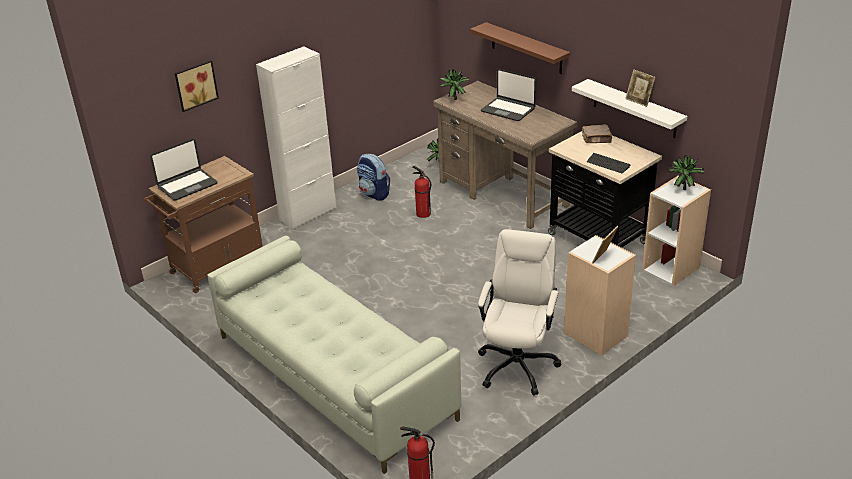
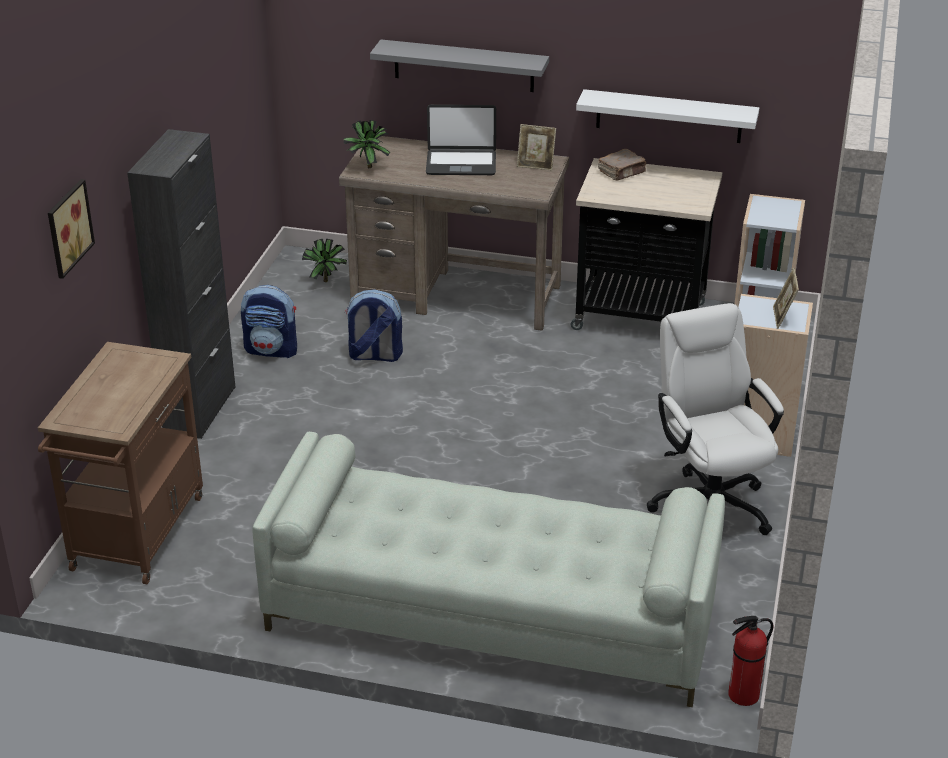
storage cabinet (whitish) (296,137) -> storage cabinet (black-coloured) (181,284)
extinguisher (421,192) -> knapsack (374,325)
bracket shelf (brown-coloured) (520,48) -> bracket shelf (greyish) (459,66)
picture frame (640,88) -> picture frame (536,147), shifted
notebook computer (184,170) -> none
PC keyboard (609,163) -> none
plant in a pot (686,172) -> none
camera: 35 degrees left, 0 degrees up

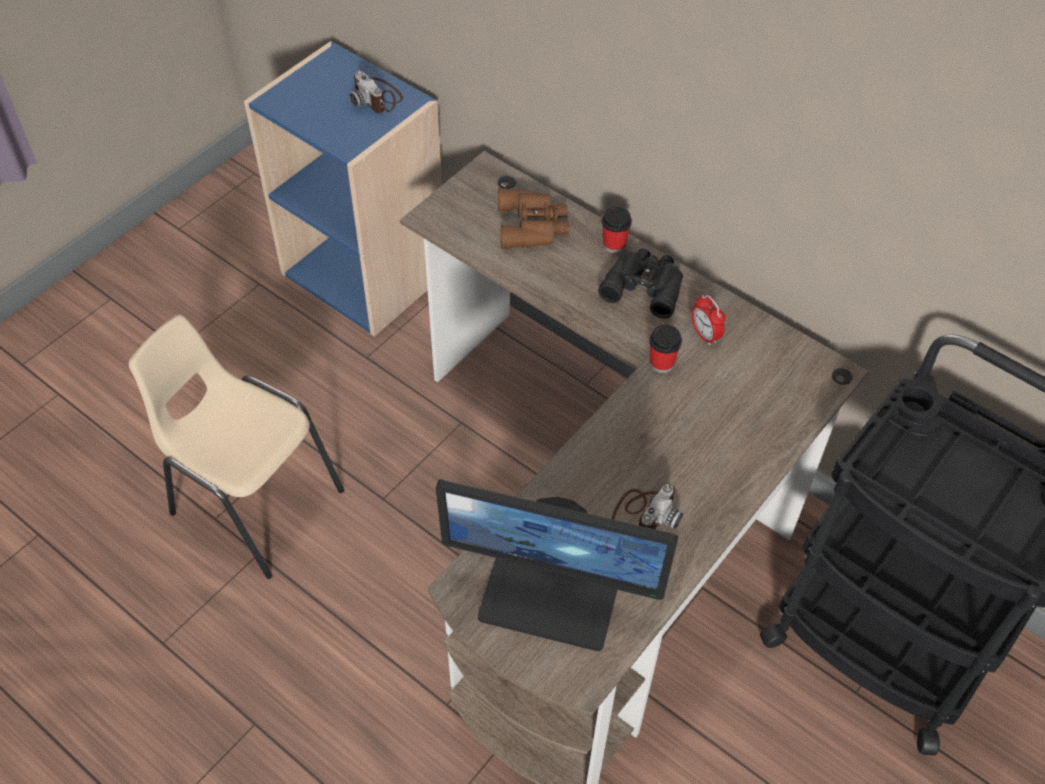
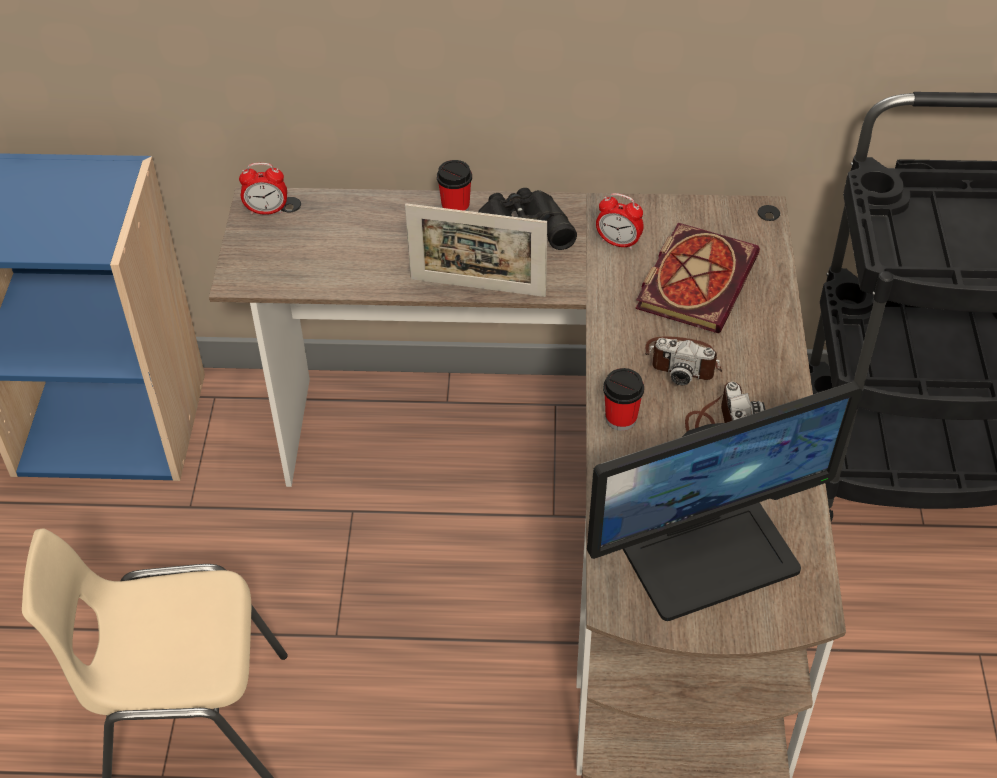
none -> table clock (263,189)
none -> picture frame (476,250)
small cup (665,349) -> small cup (623,399), shifted
none -> book (698,278)
still camera (376,92) -> still camera (683,361), shifted
pair of binoculars (brown-coloured) (534,218) -> none
camera: 35 degrees left, 5 degrees down

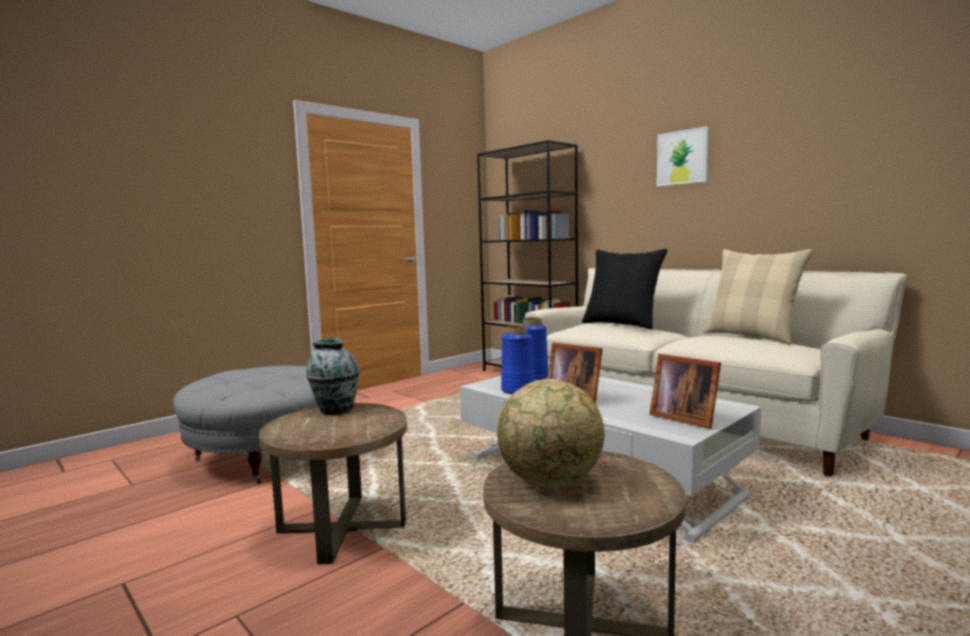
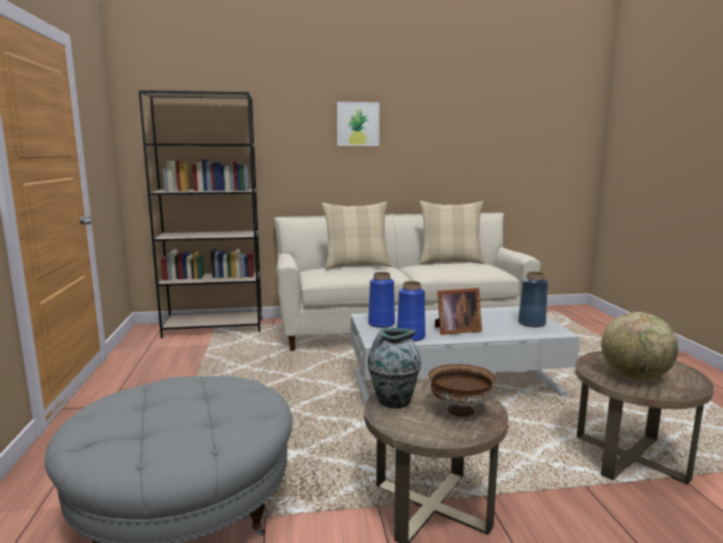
pillow (black-coloured) (625,289) -> pillow (beige) (356,235)
none -> deep dish (brown-coloured) (462,390)
picture frame (685,391) -> vase (blue) (533,299)
camera: 55 degrees left, 5 degrees up

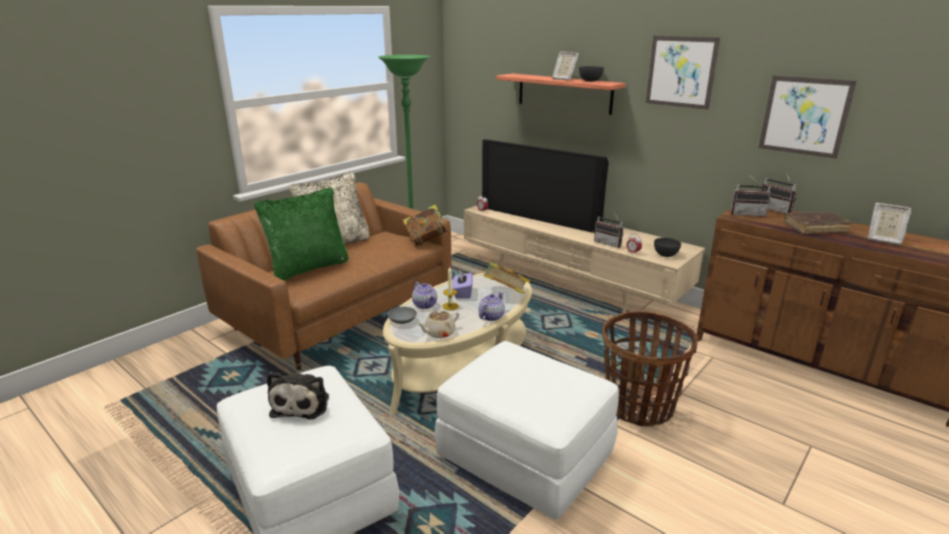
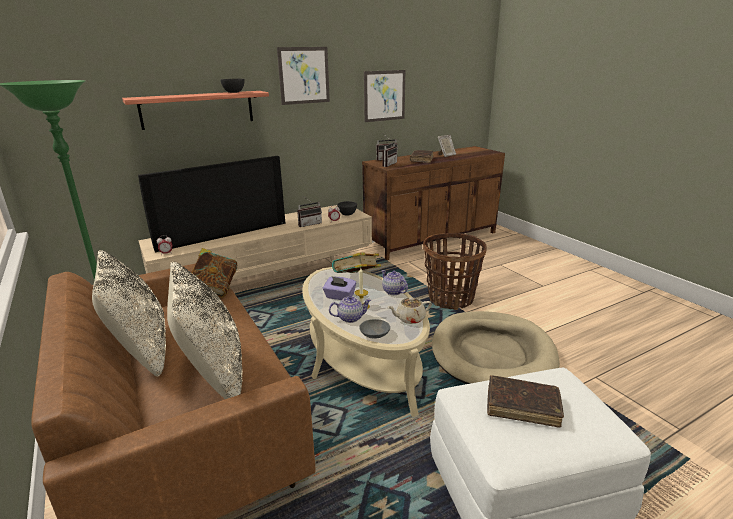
pillow (greenish) (301,234) -> pillow (beige) (205,330)
pot for tea (beige) (438,324) -> pot for tea (beige) (410,310), 90 degrees clockwise
ottoman (whitish) (526,430) -> pet bed (beige) (496,347)
plush toy (298,396) -> book (brown-coloured) (525,401)
picture frame (565,66) -> none
camera: 70 degrees left, 0 degrees up

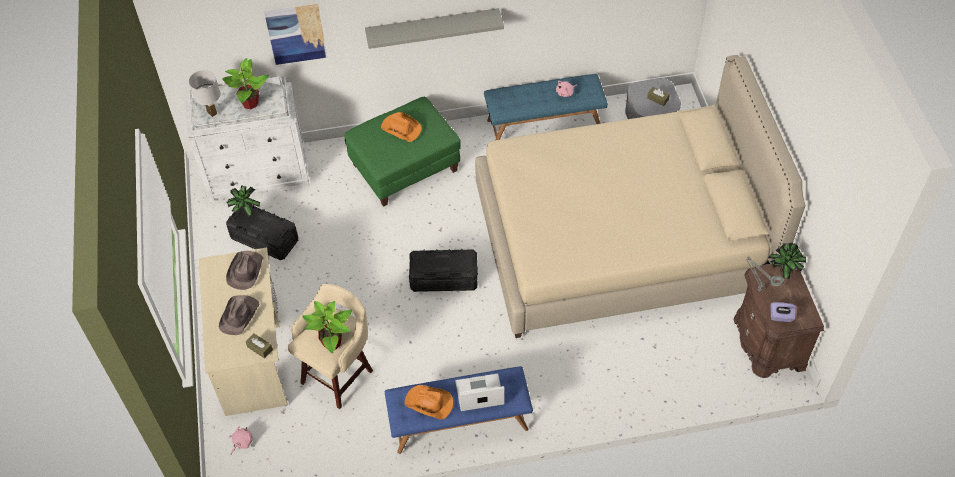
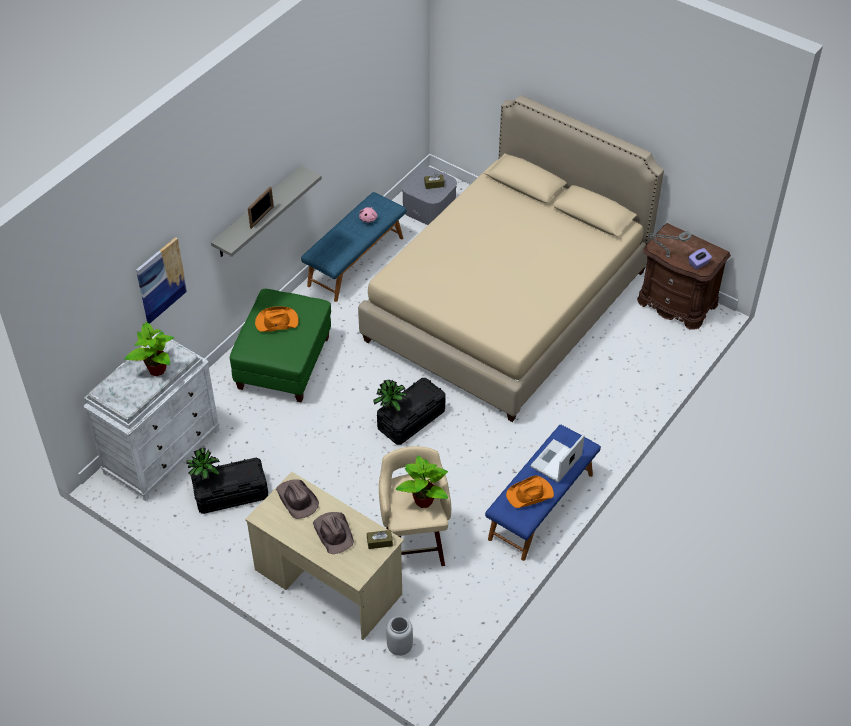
none -> picture frame (261,207)
plant in a pot (787,261) -> plant in a pot (390,396), shifted
plush toy (pink-coloured) (242,440) -> vase (greyish) (399,636)
table lamp (whitish) (204,93) -> none
camera: 45 degrees left, 5 degrees down

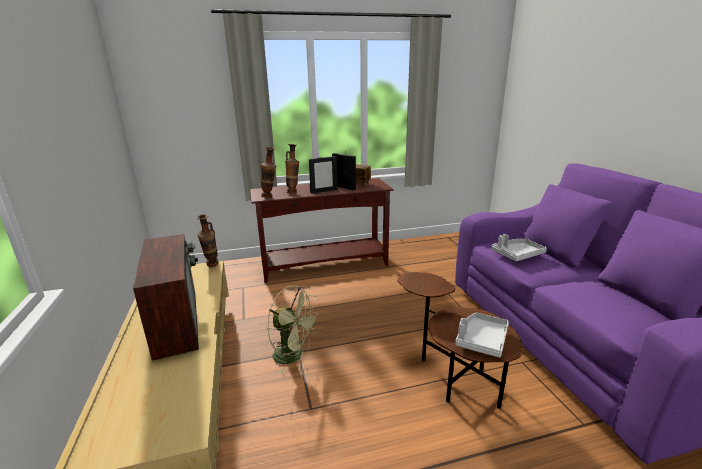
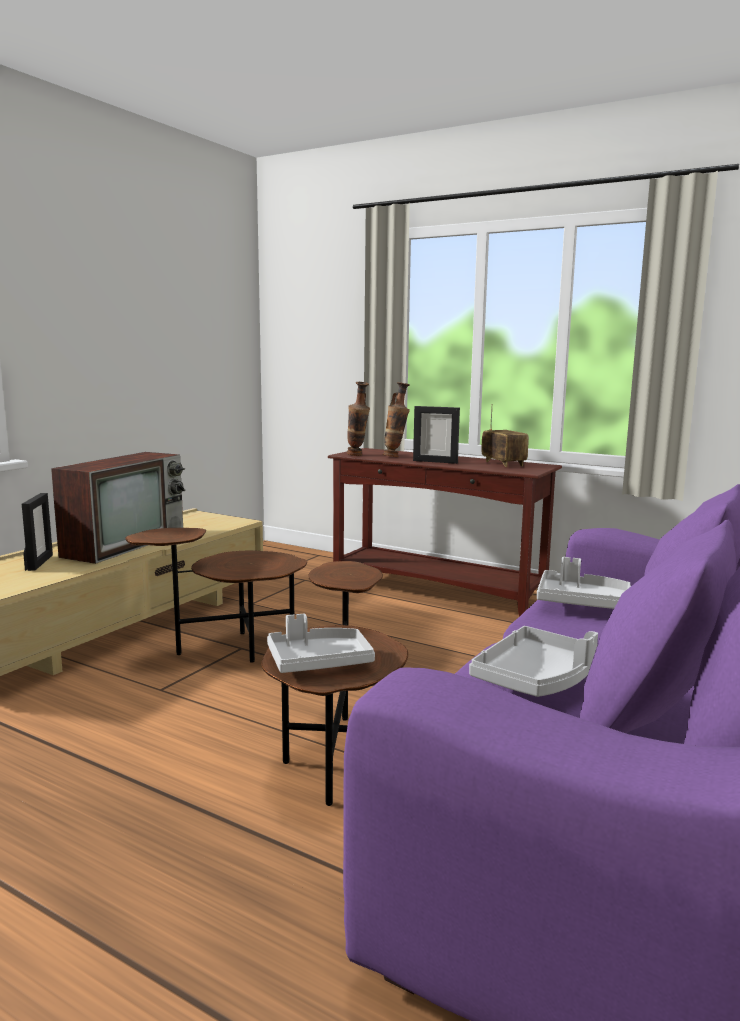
picture frame (344,171) -> picture frame (37,532), shifted
cooling fan (greenish) (293,329) -> accent table (brown-coloured) (216,595)
none -> tray (greyish) (533,661)
vase (208,240) -> none
camera: 45 degrees right, 10 degrees down

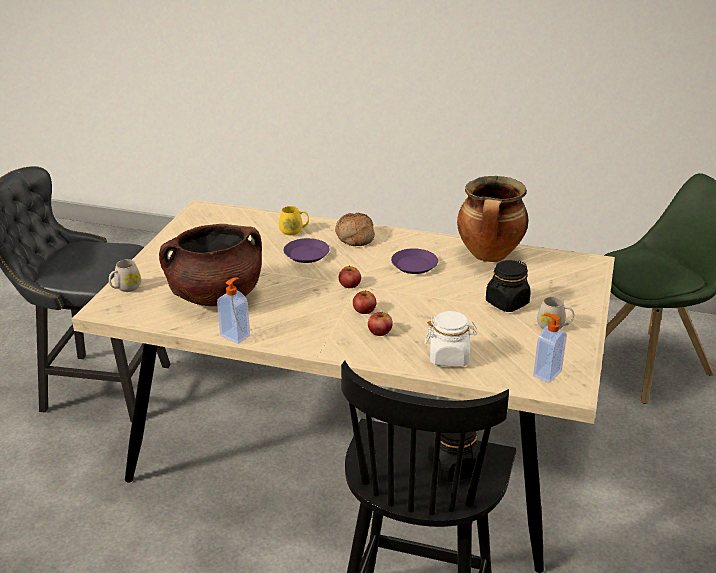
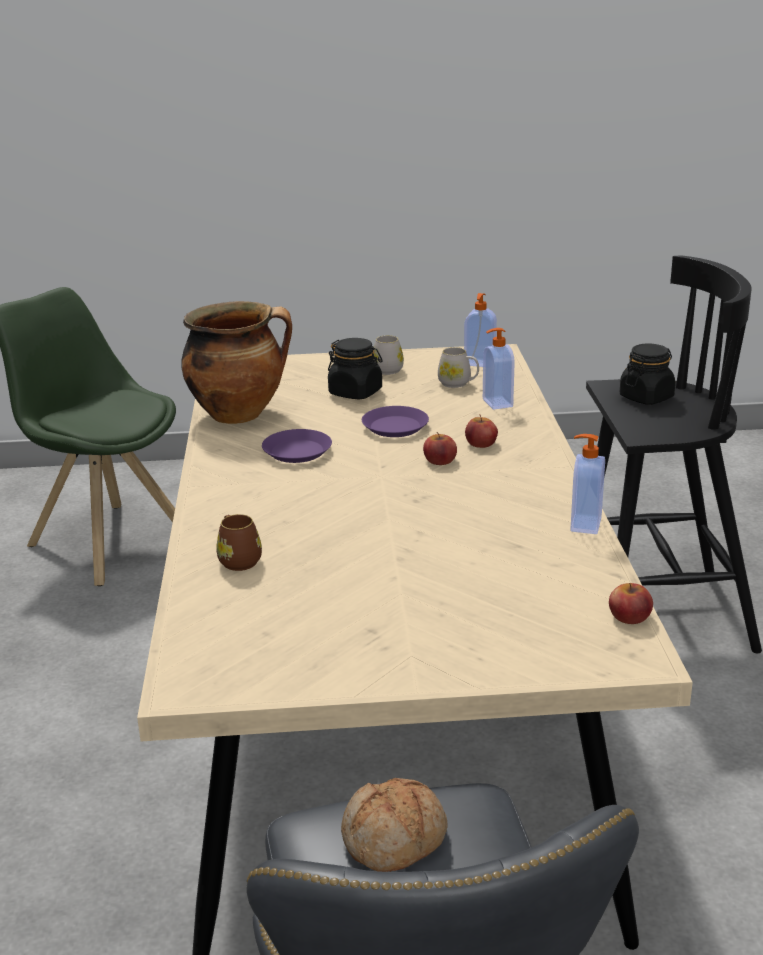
tea mug (yellowish) (294,221) -> tea mug (brown-coloured) (239,542)
bakery bread (355,229) -> bakery bread (394,825), shifted
flat dish (purplish) (307,250) -> flat dish (purplish) (395,421), shifted
tea mug (whitish) (125,275) -> tea mug (whitish) (458,367), shifted
storage jar (whitish) (451,339) -> soap dispenser (499,369)
apple fruit (350,276) -> apple fruit (631,603), shifted
stockpot (brown-coloured) (210,265) -> none
camera: 110 degrees left, 5 degrees down

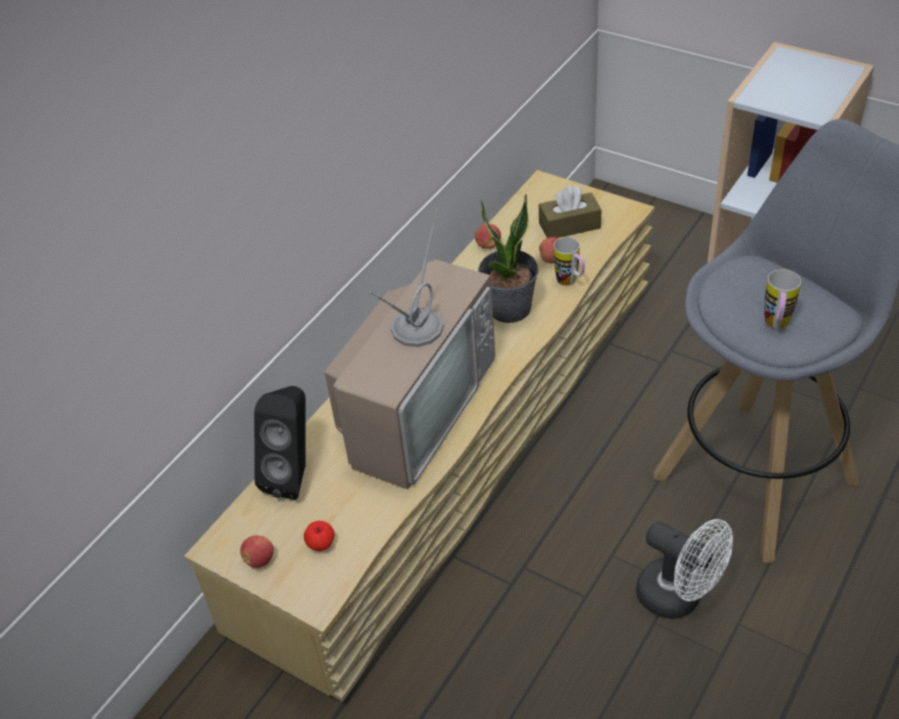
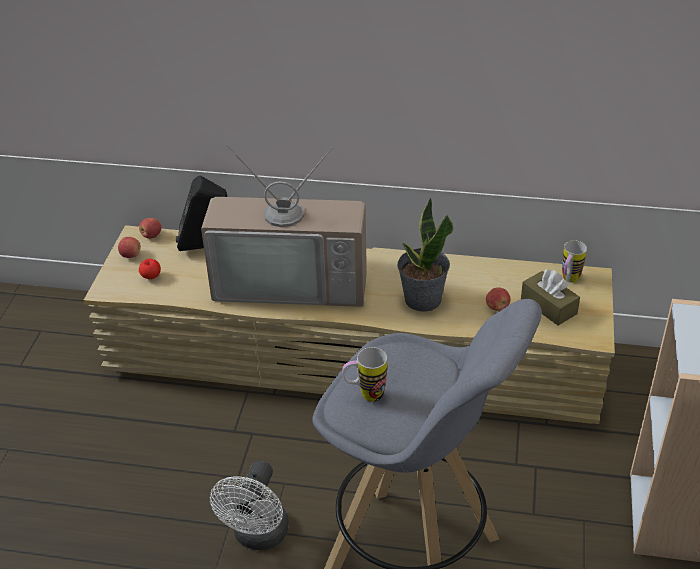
apple fruit (488,236) -> apple fruit (150,228), shifted
tea mug (569,261) -> tea mug (574,261), shifted
camera: 65 degrees right, 5 degrees down

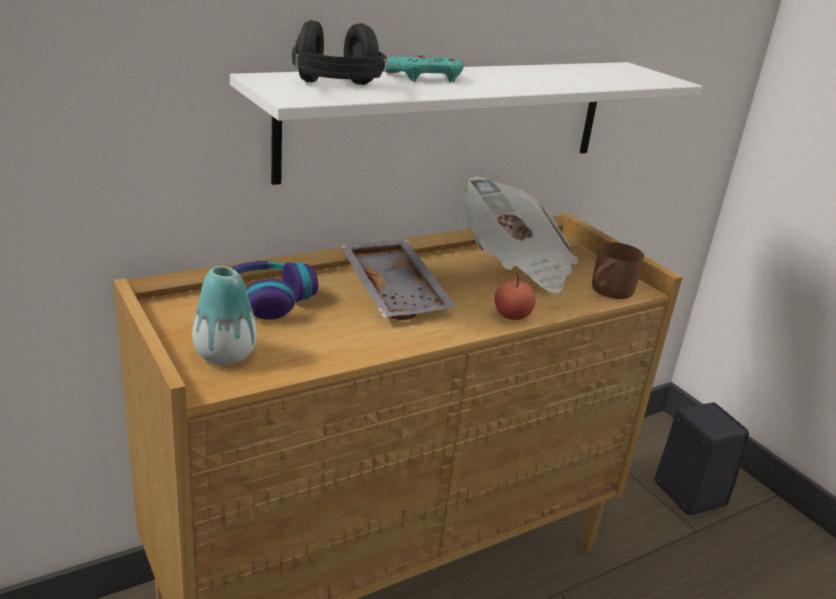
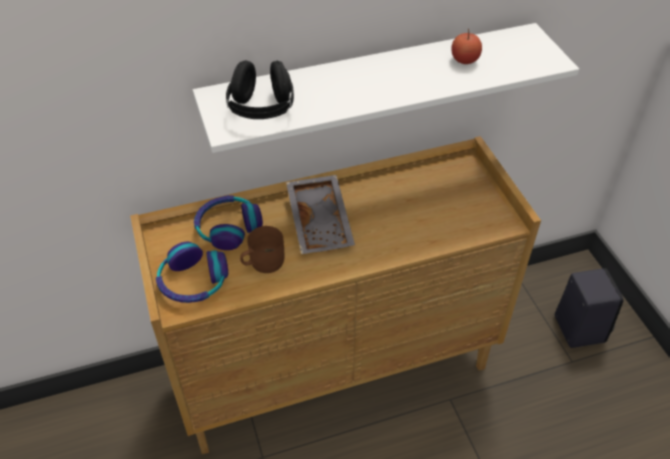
vase (224,315) -> pair of headphones (192,272)
tea mug (brown-coloured) (618,270) -> tea mug (brown-coloured) (262,249), shifted
apple fruit (515,296) -> apple fruit (466,46), shifted
game controller (blue-green) (425,68) -> none
newspaper (519,234) -> none
camera: 15 degrees right, 20 degrees up

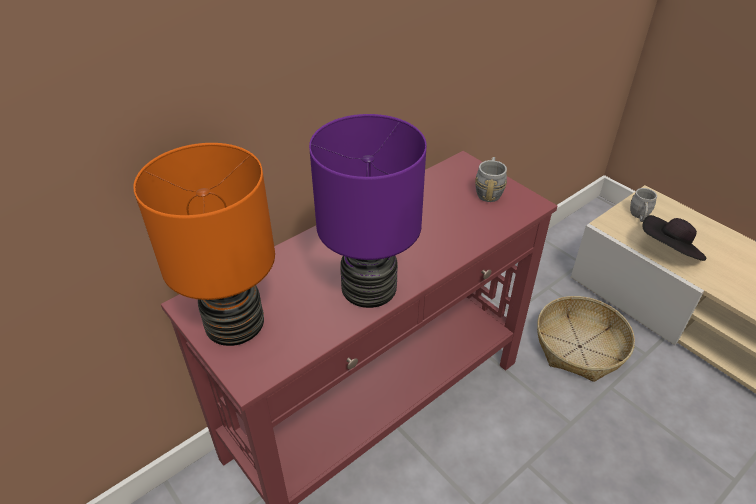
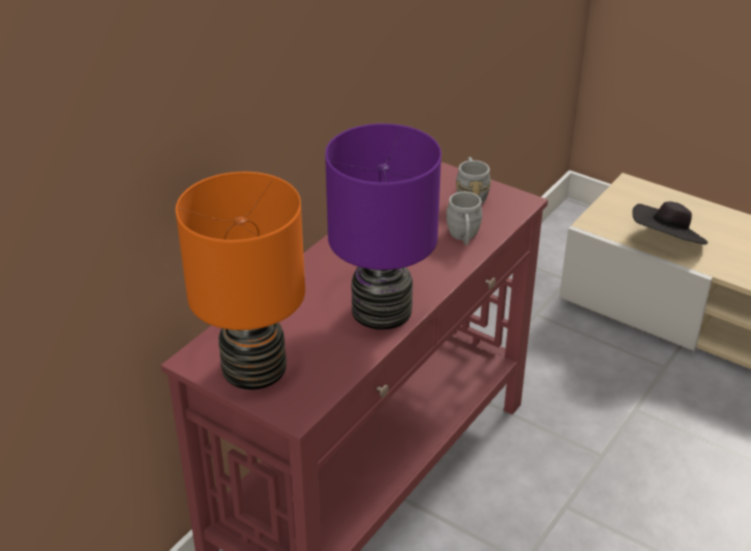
tea mug (greyish) (643,205) -> tea mug (greyish) (464,218), shifted
household basket (586,339) -> none
camera: 15 degrees left, 5 degrees down

